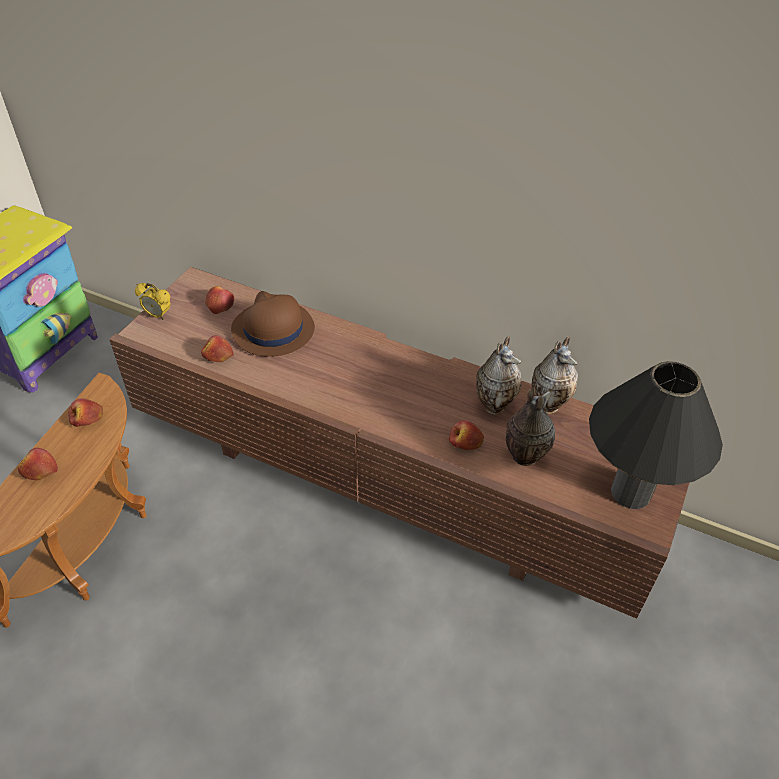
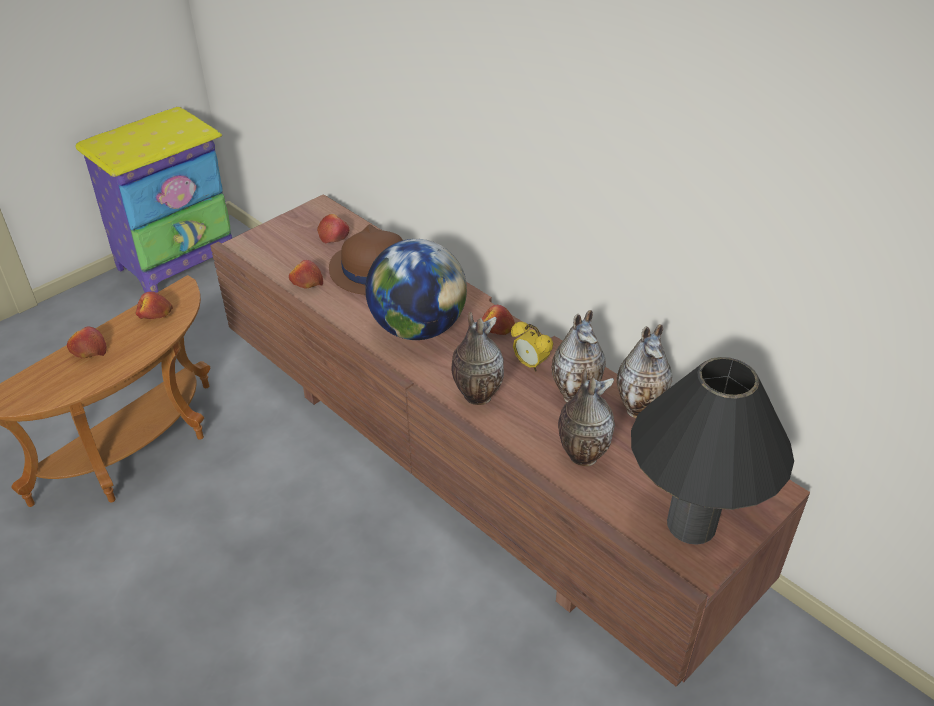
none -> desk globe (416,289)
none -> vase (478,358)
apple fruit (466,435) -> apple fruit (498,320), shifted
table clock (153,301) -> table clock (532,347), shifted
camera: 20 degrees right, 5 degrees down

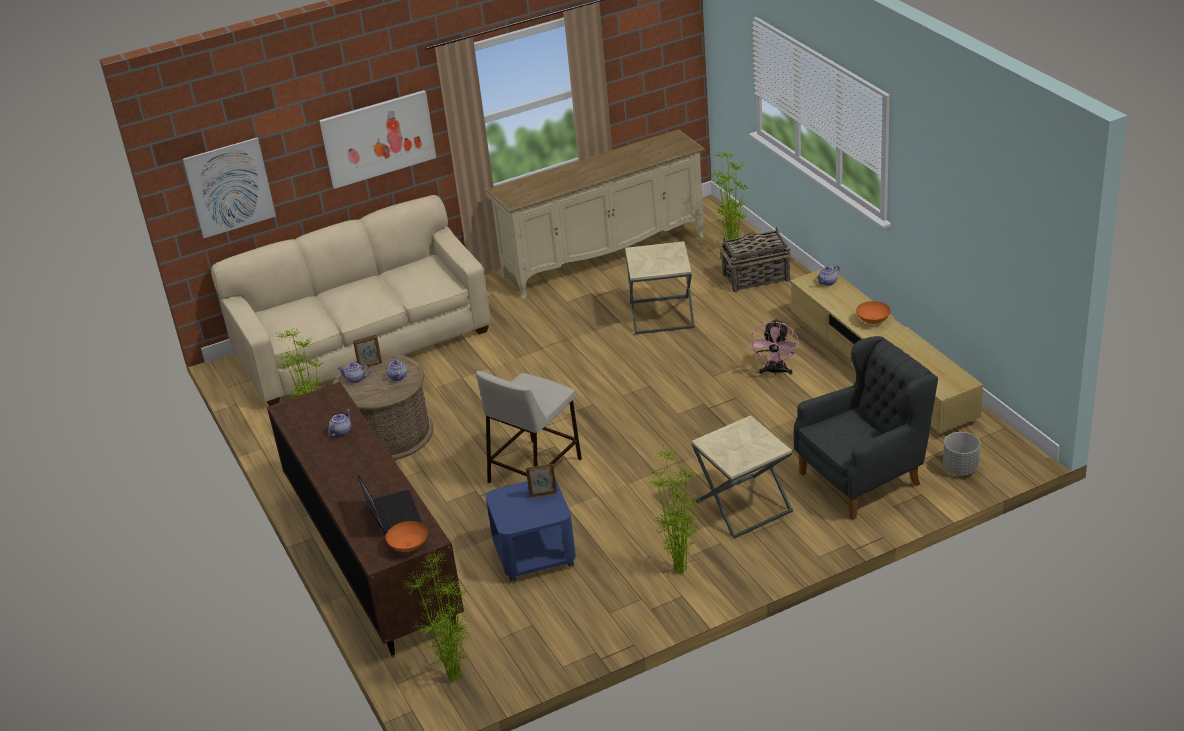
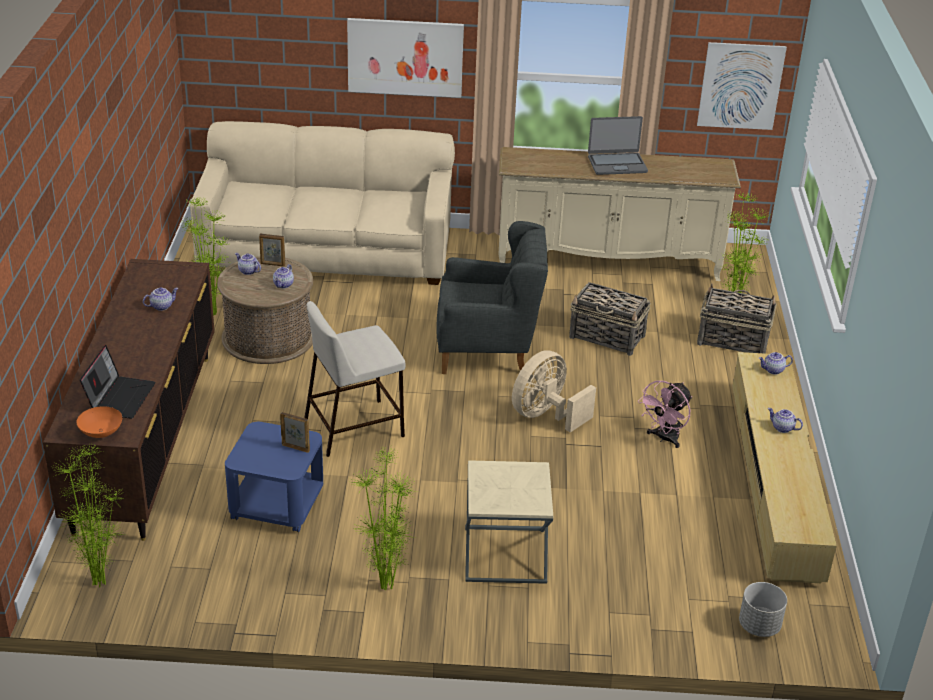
easy chair (greyish) (866,428) -> easy chair (greyish) (492,297), shifted
none -> cooling fan (beige) (554,391)
accent table (beige) (660,287) -> household basket (610,319)
none -> notebook computer (618,145)
picture (229,187) -> picture (742,86), shifted
deep dish (orange-coloured) (873,312) -> pot for tea (785,420)
camera: 25 degrees right, 0 degrees up

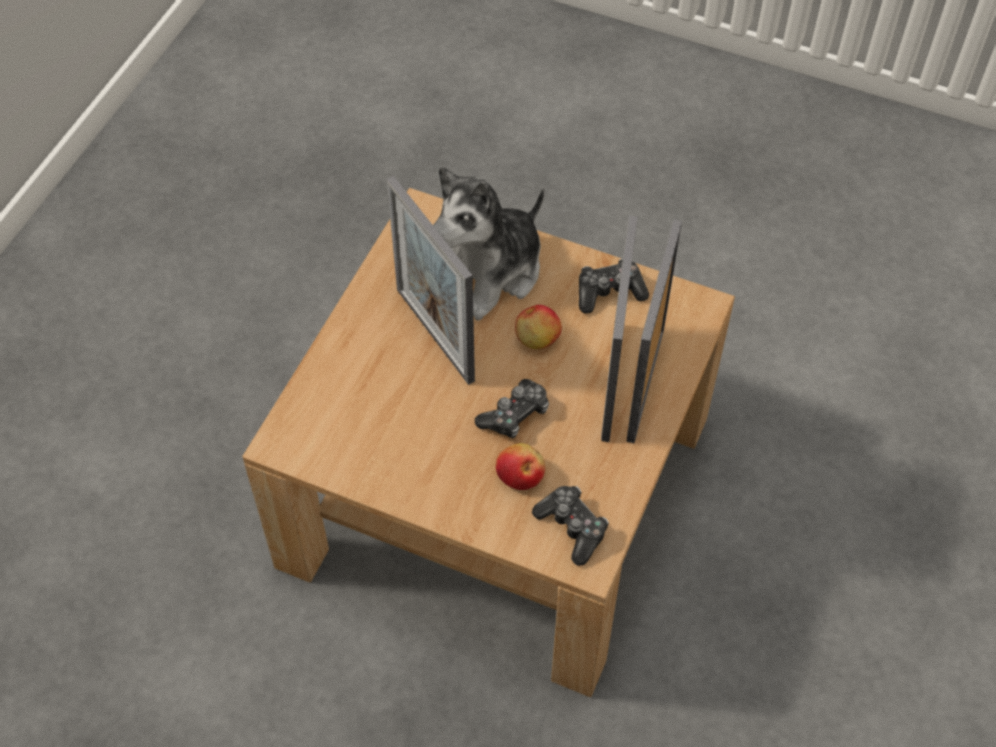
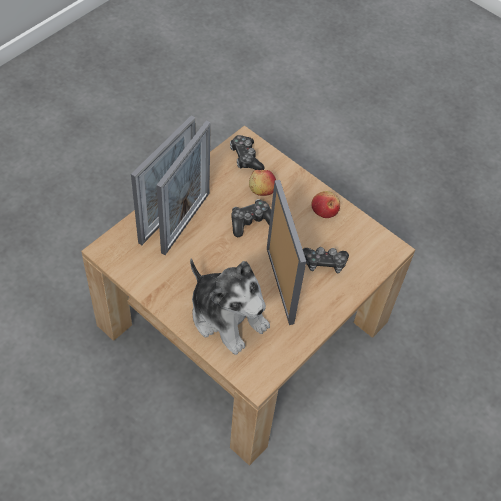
plush toy (488,243) -> plush toy (230,307), 75 degrees clockwise
game controller (614,286) -> game controller (326,260), shifted
apple fruit (538,327) -> apple fruit (325,204), shifted
camera: 165 degrees left, 0 degrees up

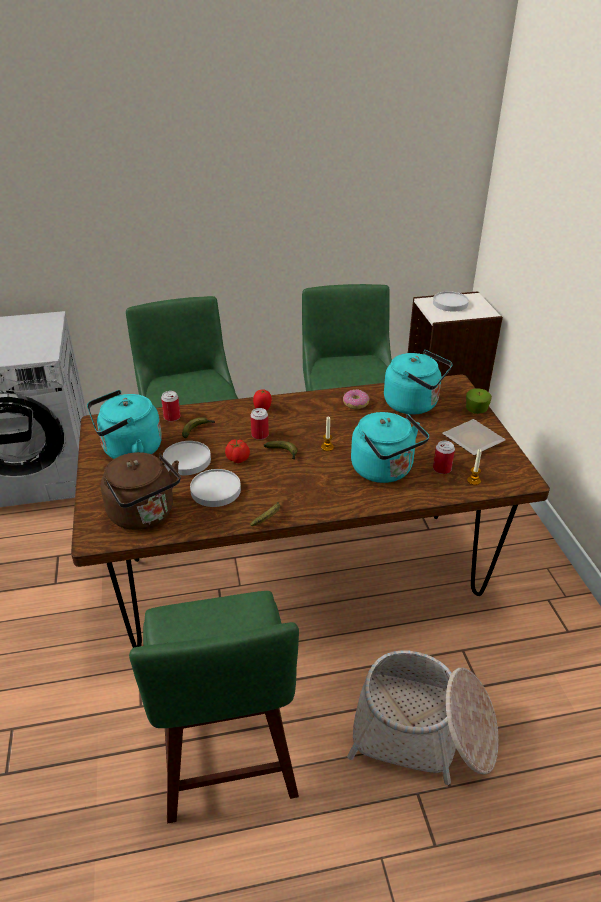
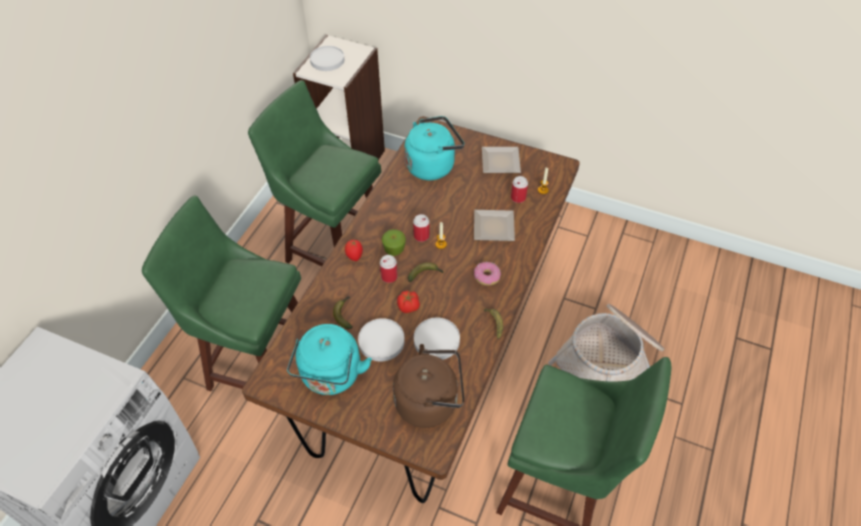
apple fruit (479,401) -> apple fruit (394,242), shifted
metal can (171,406) -> metal can (421,228), shifted
kettle (blue-green) (390,447) -> flat dish (494,225)
ring doughnut (356,399) -> ring doughnut (487,274), shifted
camera: 55 degrees left, 15 degrees up

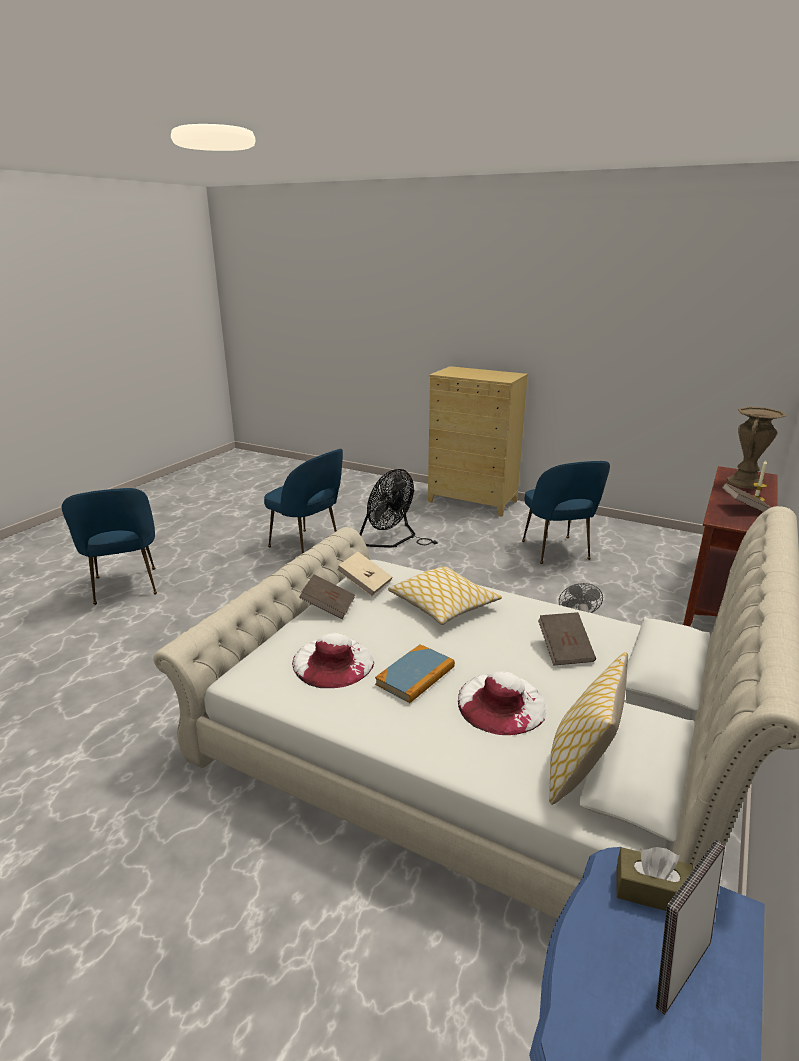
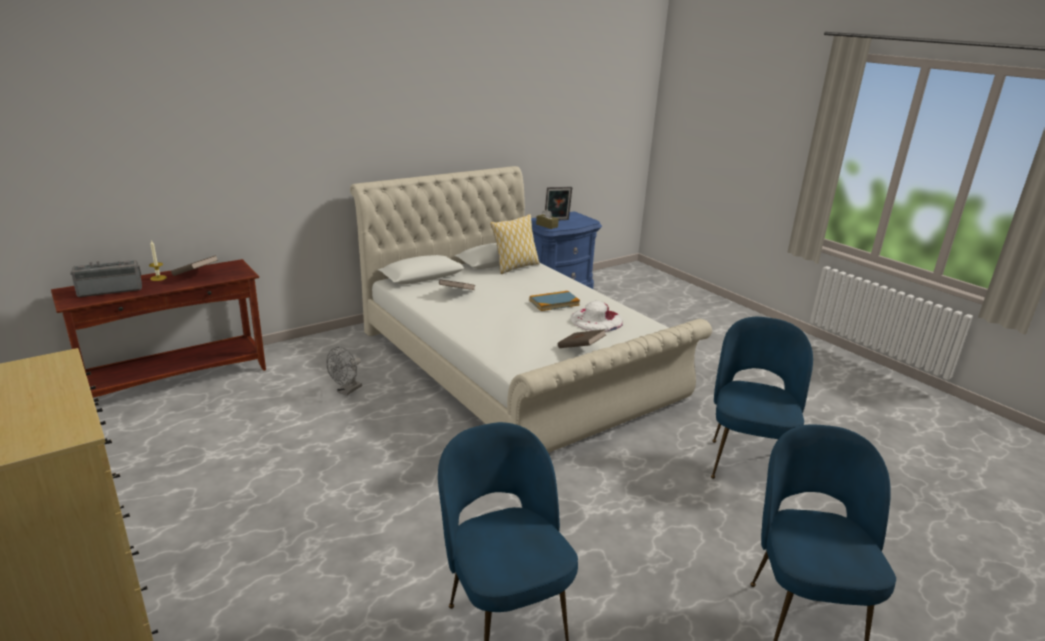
vase (brown-coloured) (757,448) -> radio receiver (106,278)
chair (blue) (566,512) -> chair (blue) (762,398), shifted
book (beige) (364,574) -> none
cooling fan (black-coloured) (399,508) -> none
pillow (445,595) -> none
hat (whitish) (502,703) -> none
camera: 155 degrees left, 0 degrees up

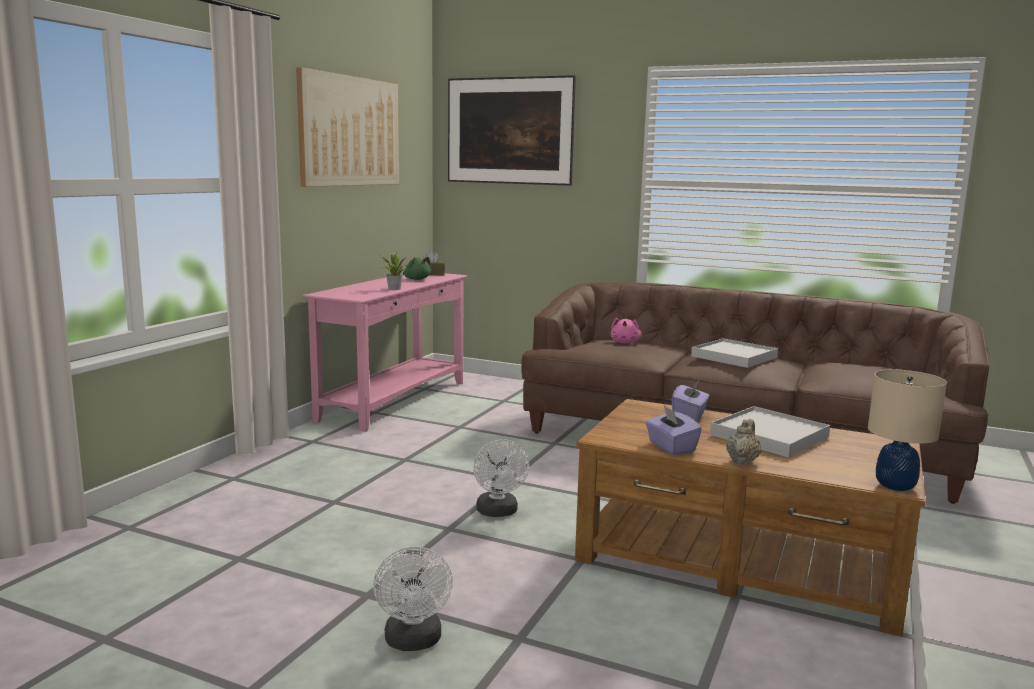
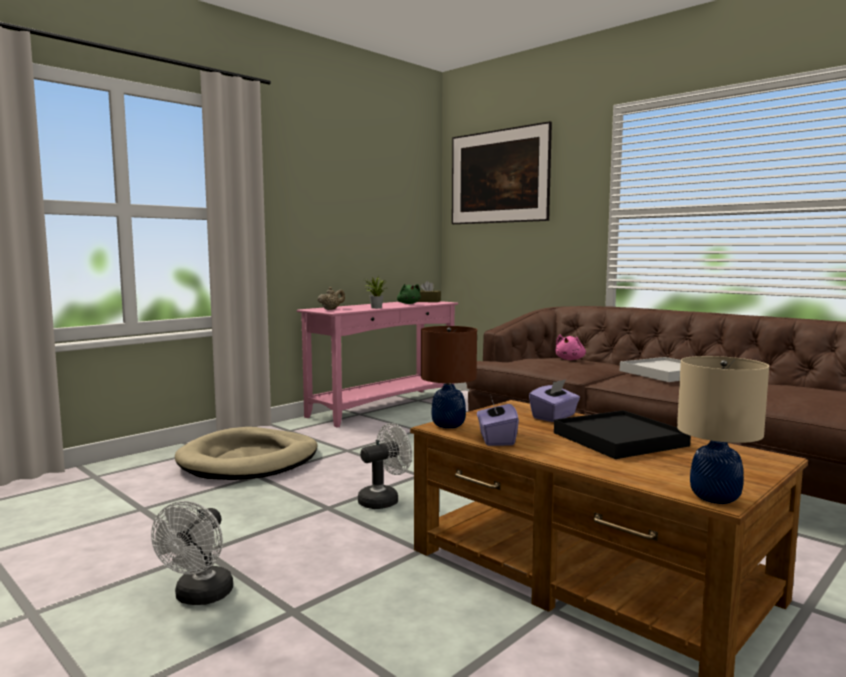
none -> pet bed (beige) (246,453)
pot for tea (beige) (743,442) -> pot for tea (beige) (331,298), shifted
cooling fan (whitish) (501,478) -> cooling fan (whitish) (385,466), 135 degrees counterclockwise
none -> table lamp (brown-coloured) (449,377)
tray (whitish) (770,432) -> tray (black-coloured) (622,434)
picture (347,127) -> none
camera: 20 degrees right, 5 degrees down

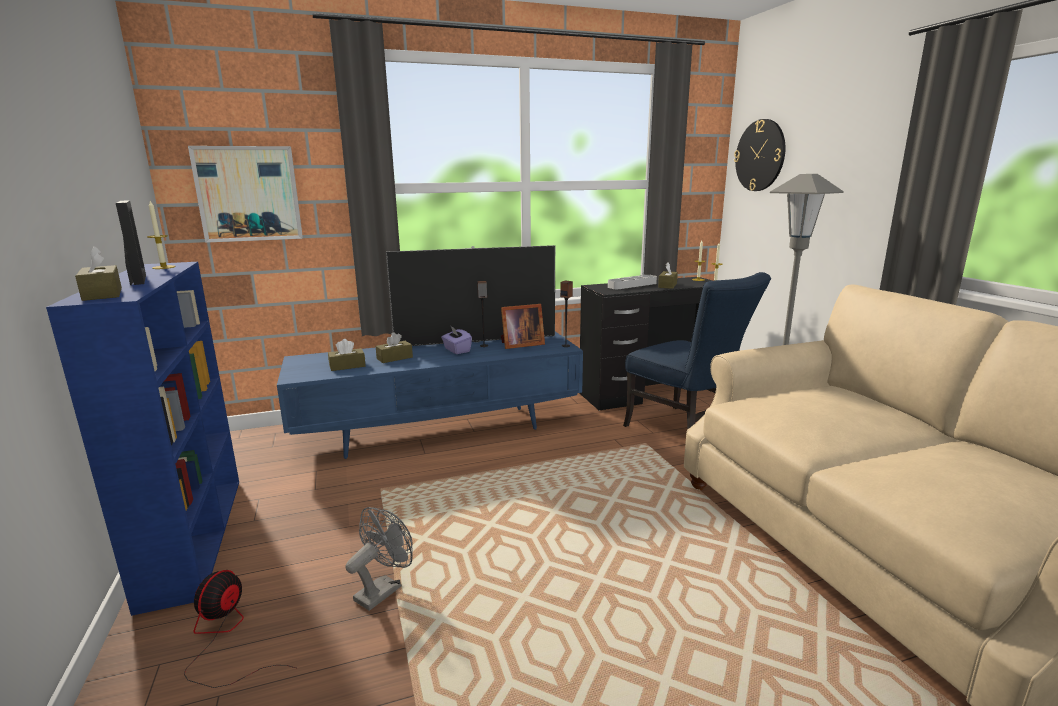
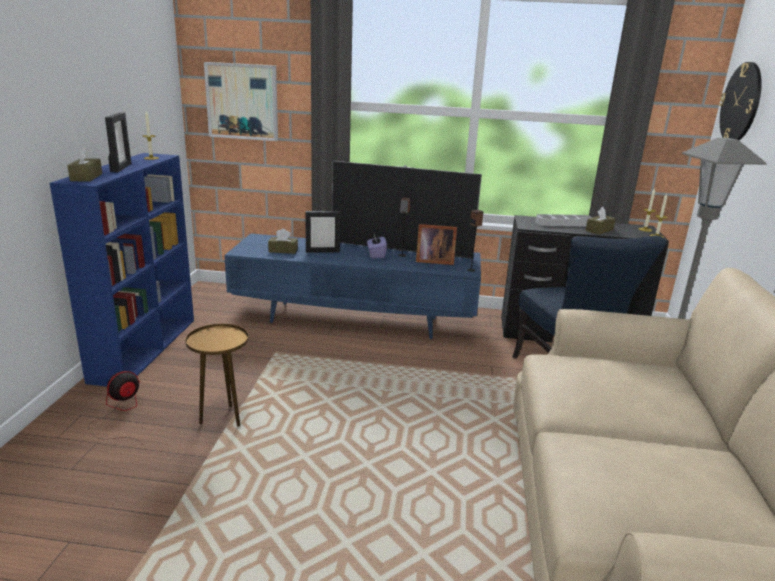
cooling fan (greyish) (379,559) -> accent table (brown-coloured) (217,375)
tissue holder (brown-coloured) (394,347) -> picture frame (322,232)
camera: 25 degrees right, 5 degrees up

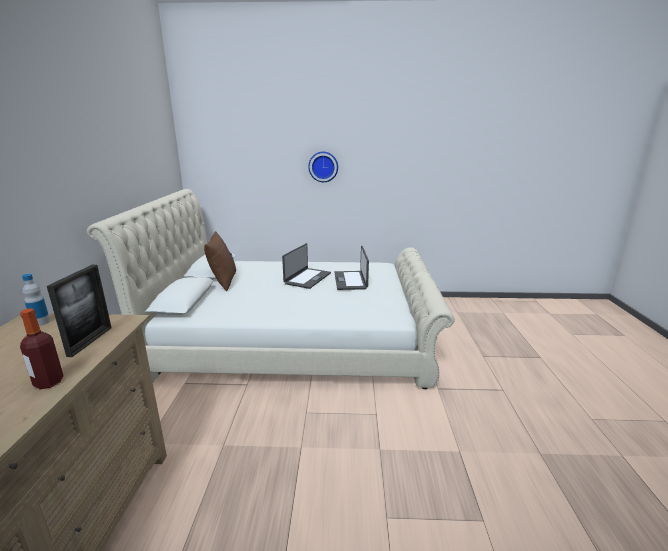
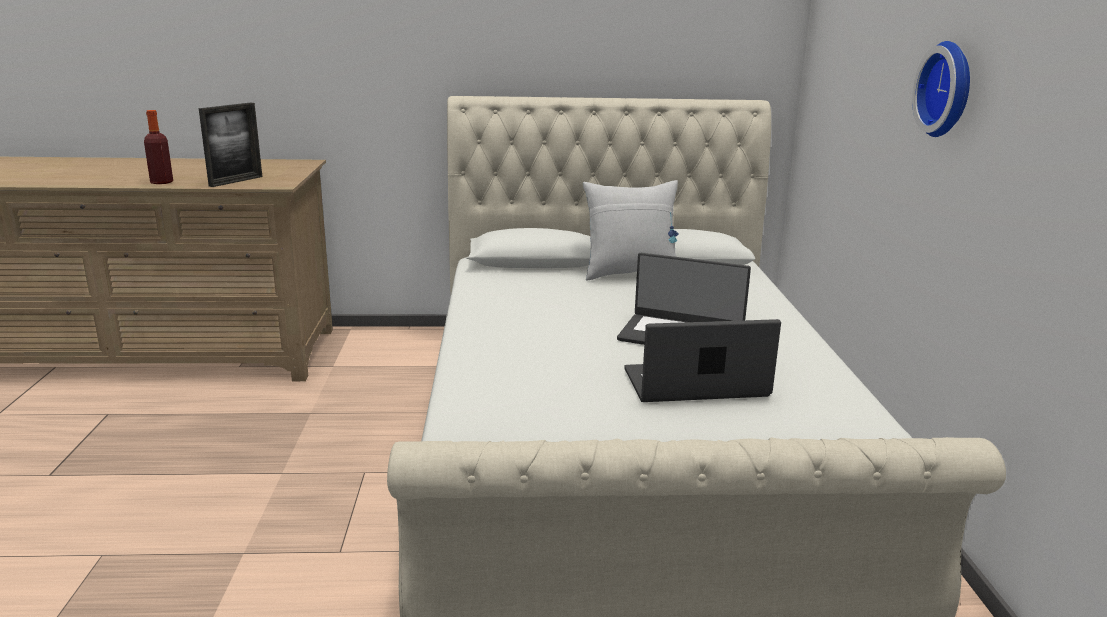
picture frame (79,311) -> picture frame (230,144), 60 degrees counterclockwise
pillow (brown-coloured) (220,261) -> pillow (greyish) (631,230)
drink bottle (36,300) -> none
camera: 85 degrees right, 0 degrees up

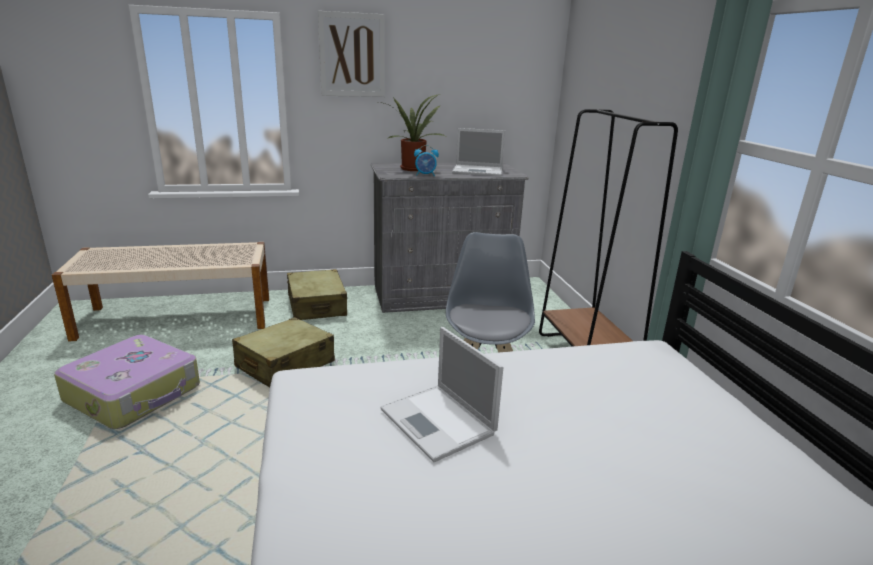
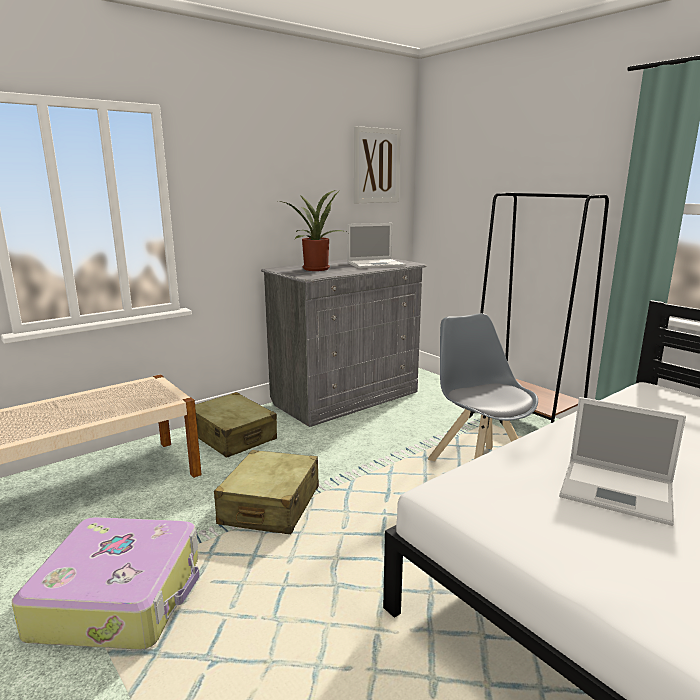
picture (351,54) -> picture (377,165), shifted
table clock (426,160) -> none
camera: 25 degrees left, 5 degrees down

